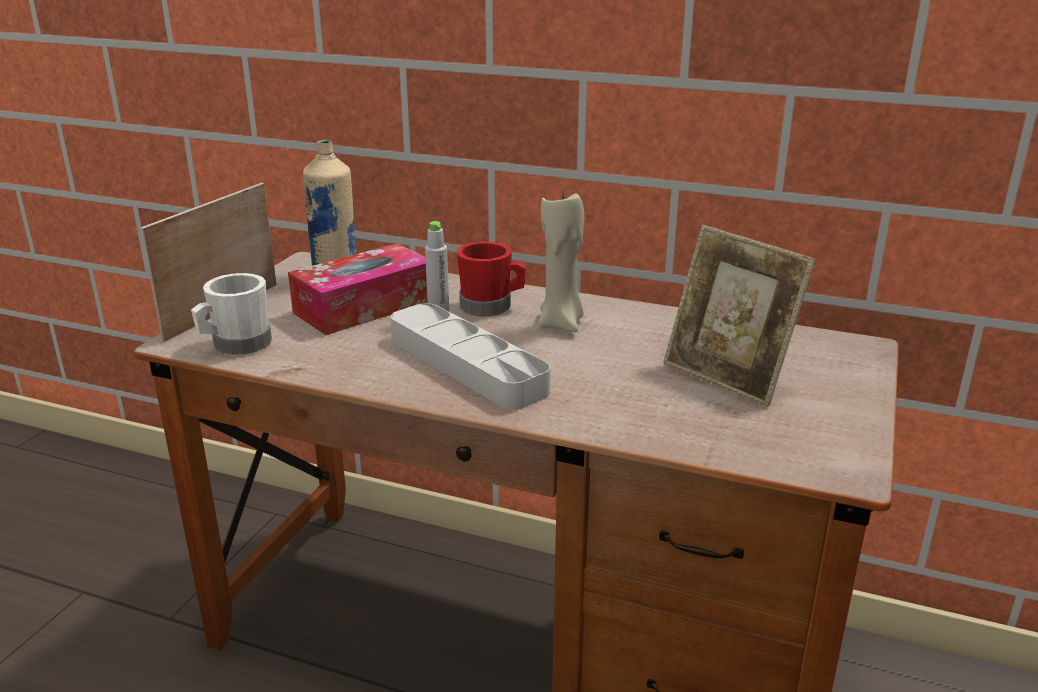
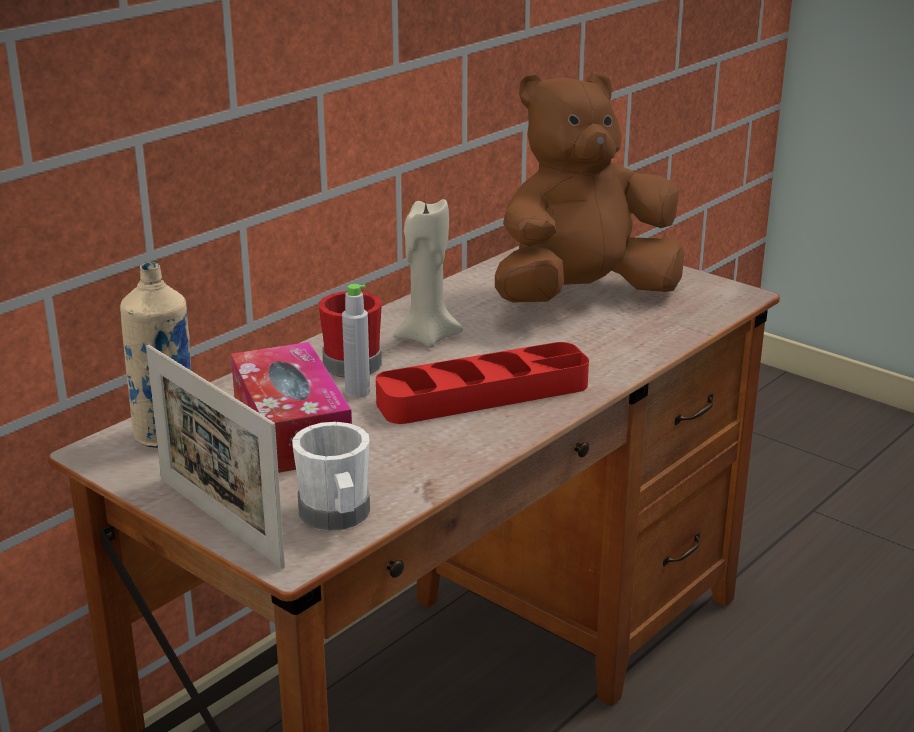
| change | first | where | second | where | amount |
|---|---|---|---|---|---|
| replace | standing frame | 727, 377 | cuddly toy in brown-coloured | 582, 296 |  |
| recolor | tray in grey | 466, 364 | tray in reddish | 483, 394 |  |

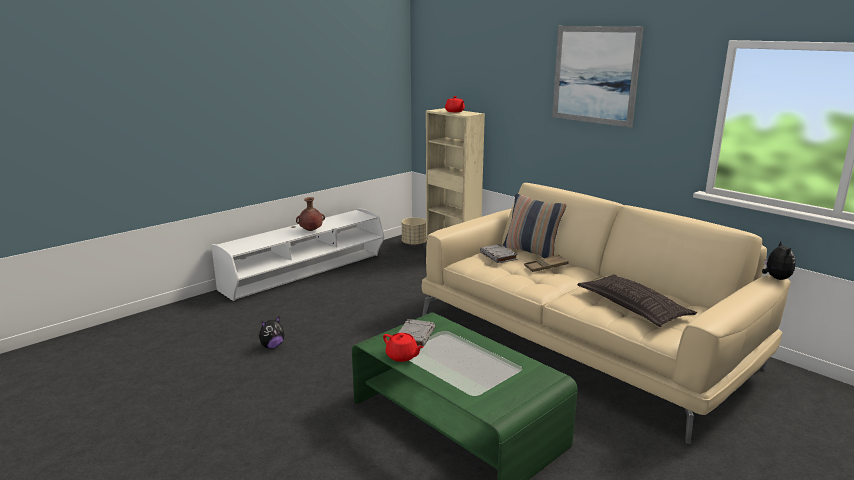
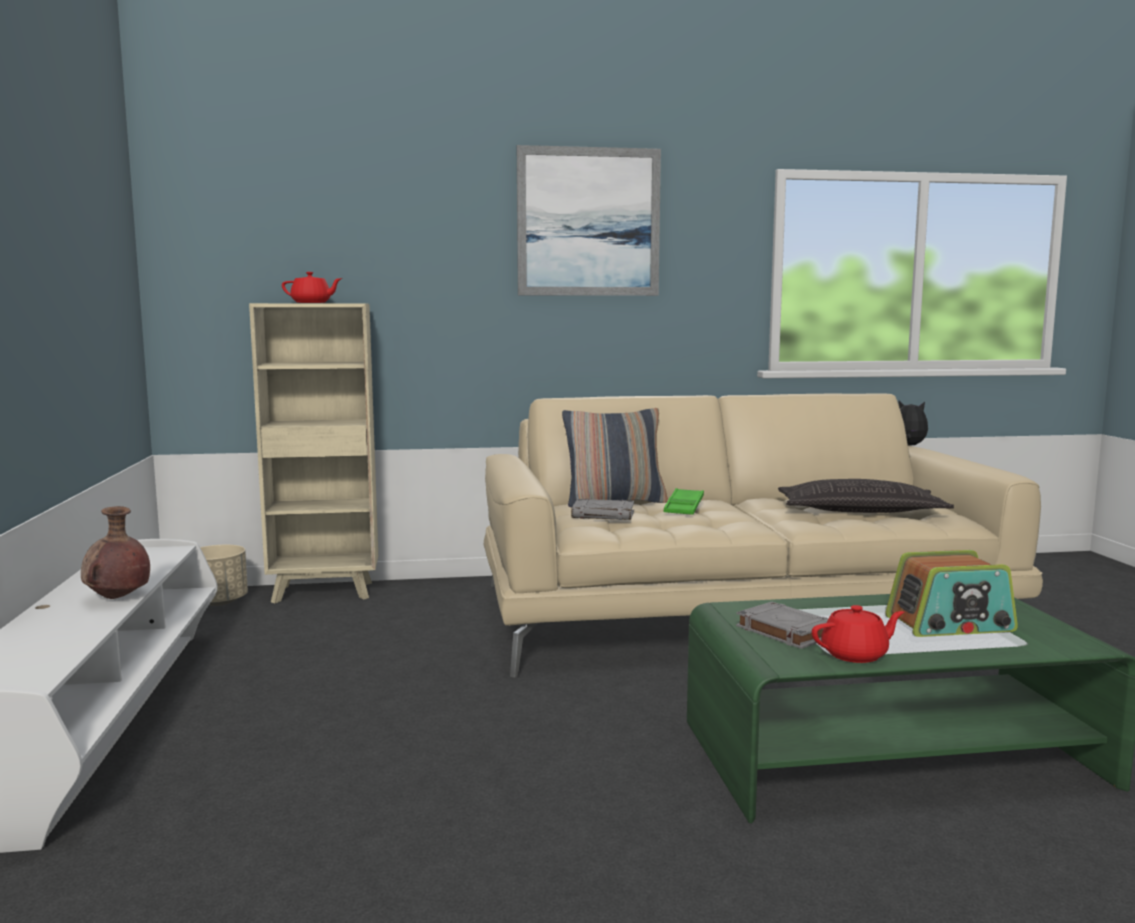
| change | first | where | second | where | amount |
|---|---|---|---|---|---|
| recolor | tray in brown-coloured | 546, 266 | tray in green | 684, 507 |  |
| delete | cuddly toy | 272, 346 |  |  |  |
| insert |  |  | radio set | 950, 624 |  |

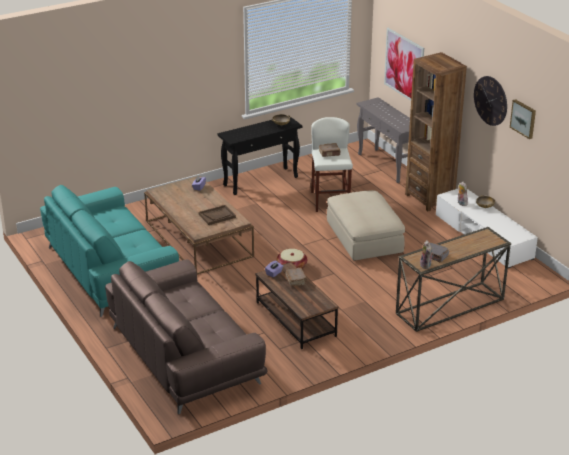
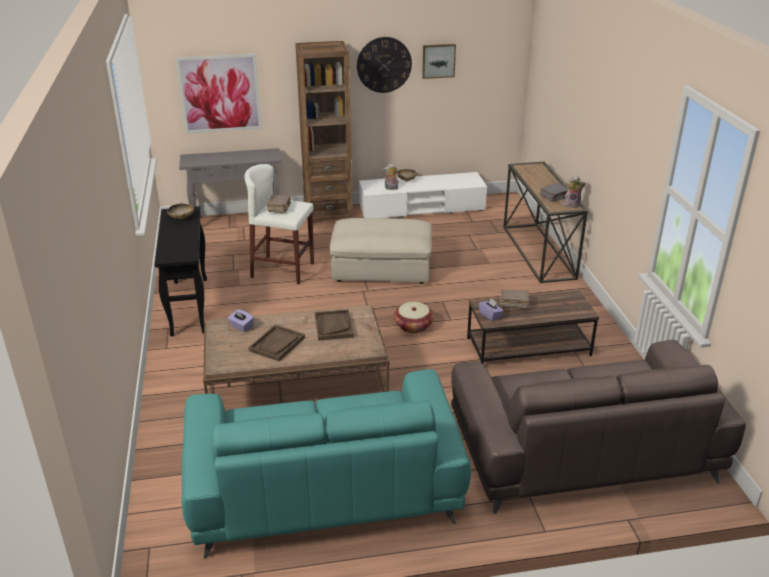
| change | first | where | second | where | amount |
|---|---|---|---|---|---|
| insert |  |  | tray in brown-coloured | 277, 344 |  |

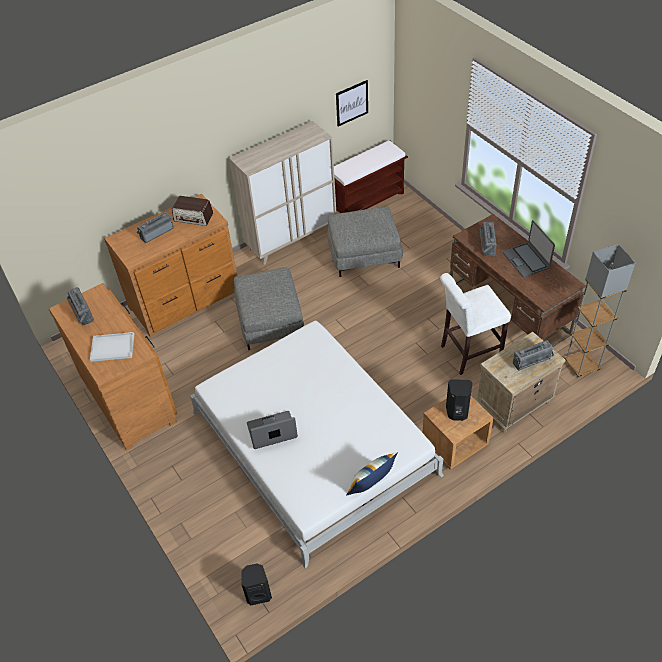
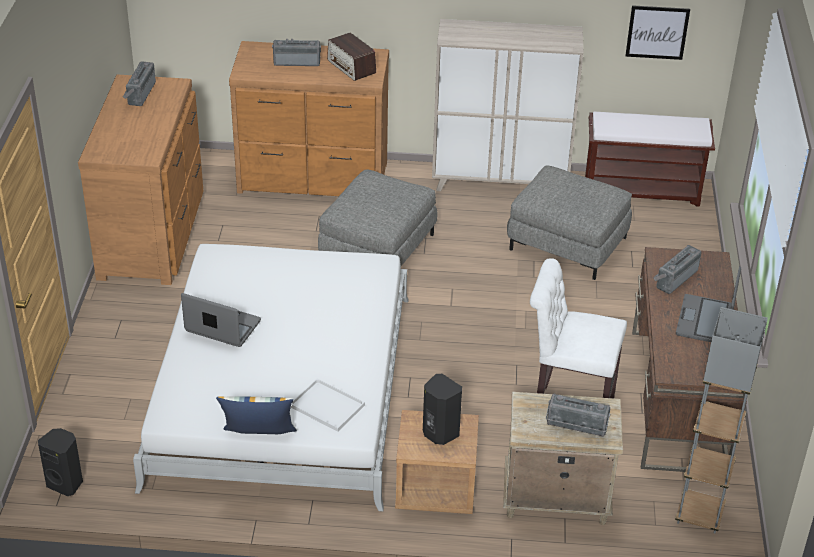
| change | first | where | second | where | amount |
|---|---|---|---|---|---|
| move | tray in white | 111, 348 |  | 325, 406 |  |

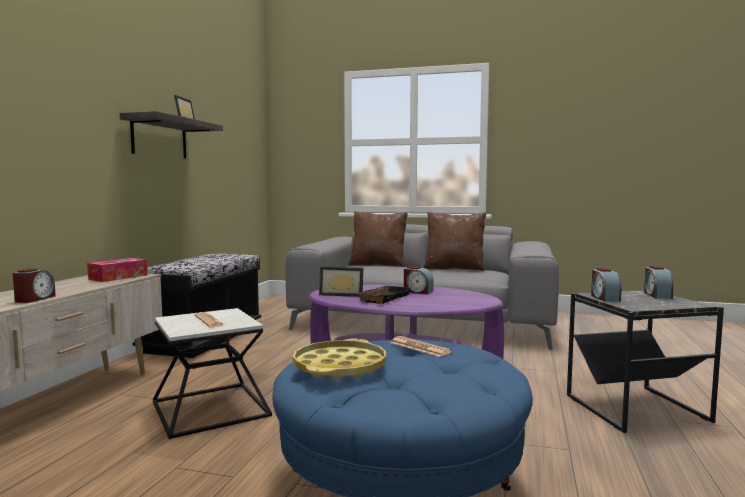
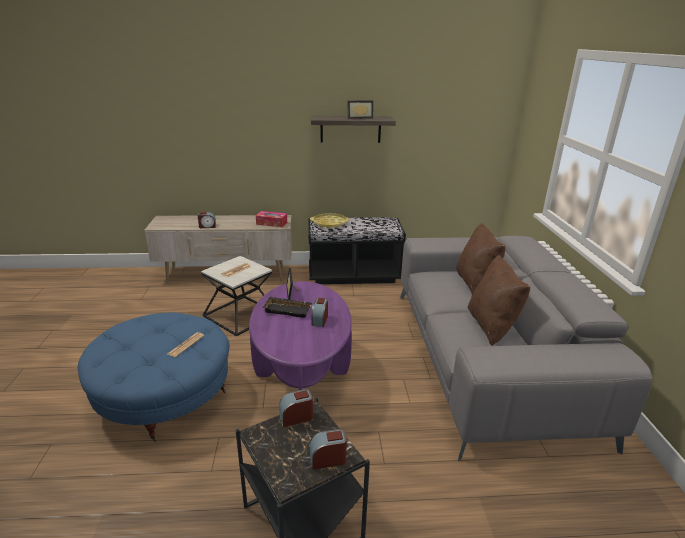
| change | first | where | second | where | amount |
|---|---|---|---|---|---|
| move | tray in yellow | 340, 367 |  | 329, 223 |  |

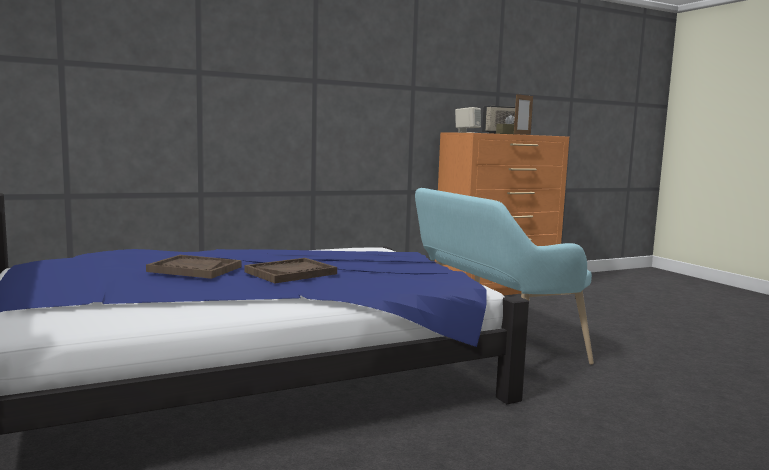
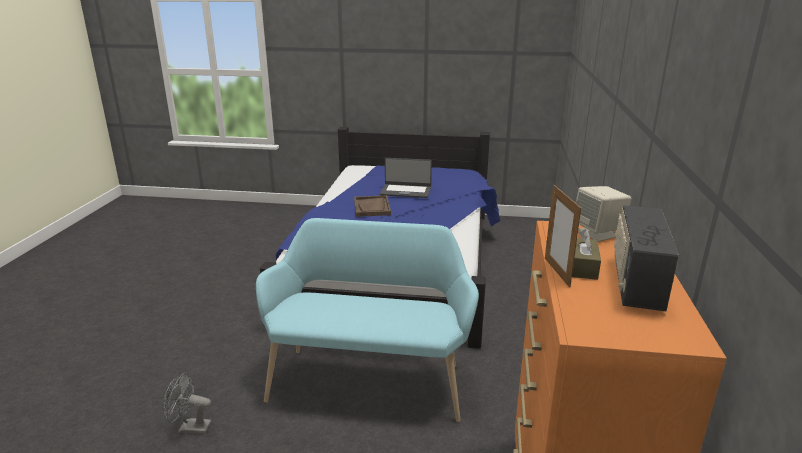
| change | first | where | second | where | amount |
|---|---|---|---|---|---|
| replace | tray in brown-coloured | 194, 269 | laptop | 406, 191 |  |
| insert |  |  | cooling fan in grey | 190, 428 |  |

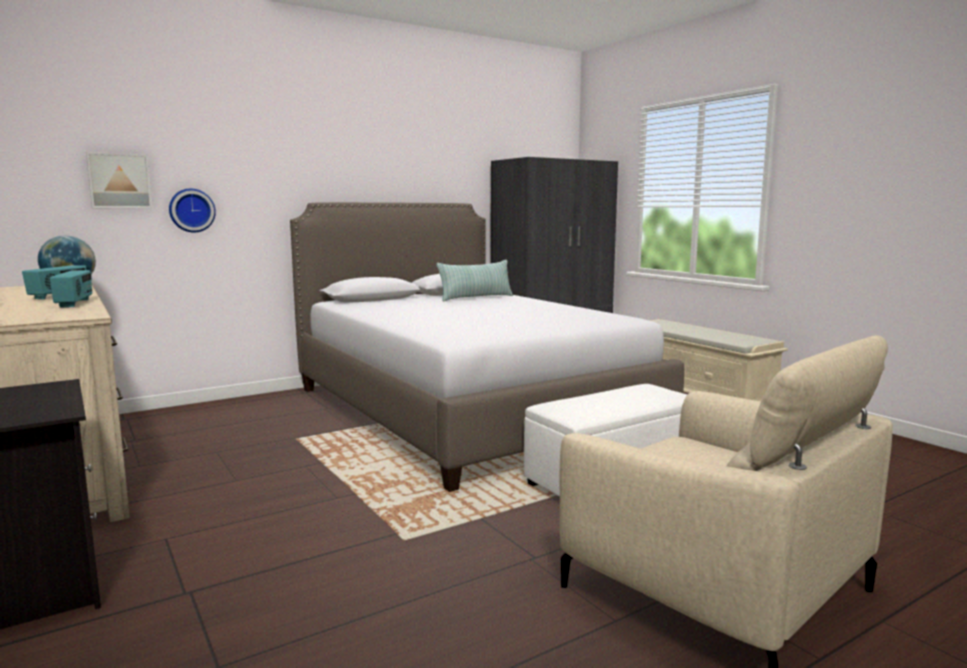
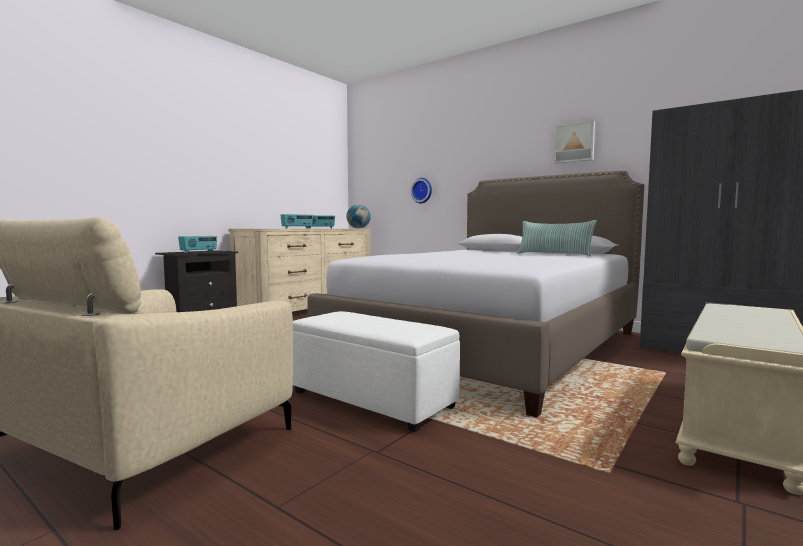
| change | first | where | second | where | amount |
|---|---|---|---|---|---|
| move | wall picture | 119, 181 |  | 574, 143 |  |
| insert |  |  | radio set | 199, 252 |  |

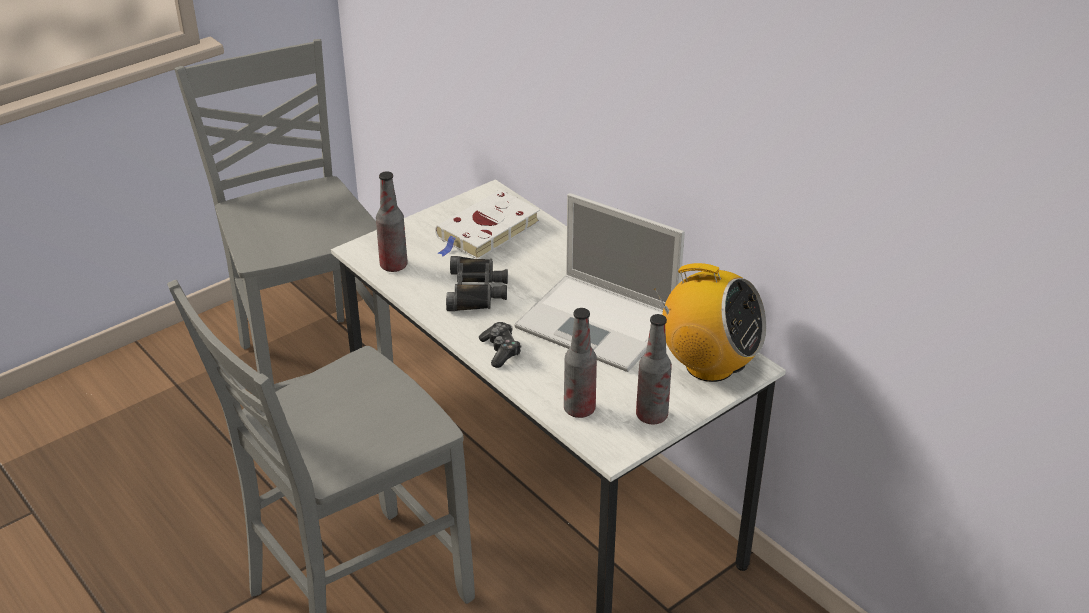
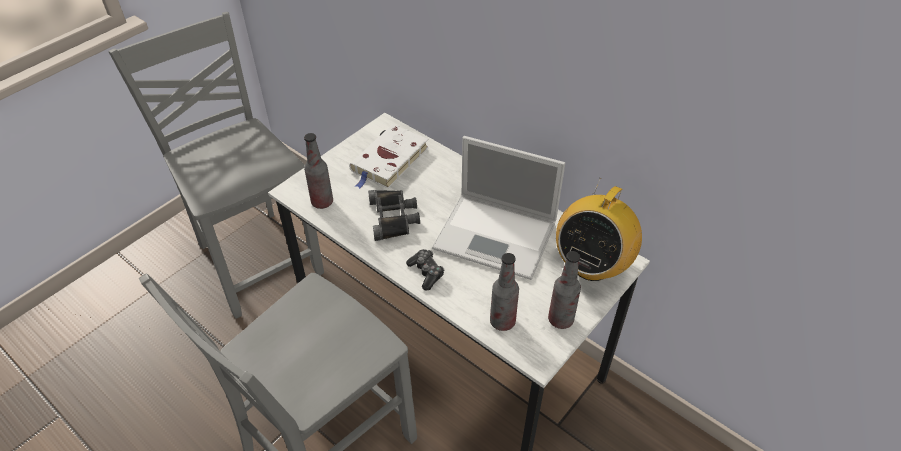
| change | first | where | second | where | amount |
|---|---|---|---|---|---|
| rotate | radio set | 708, 365 |  | 591, 265 | 105 degrees clockwise |

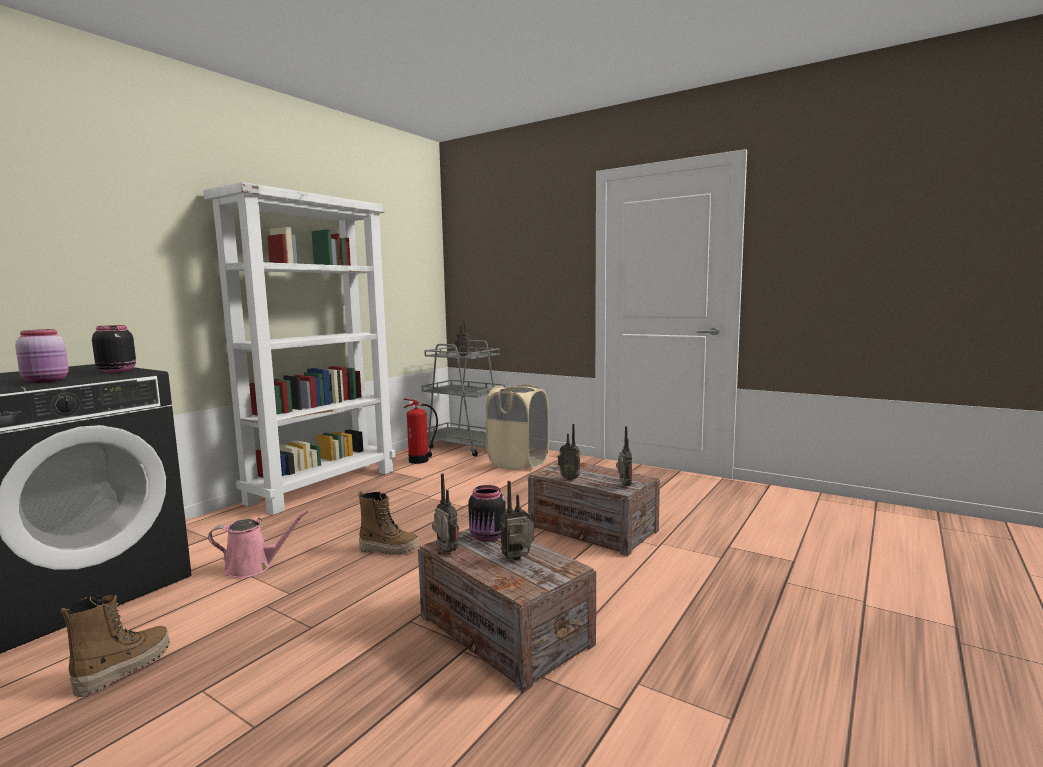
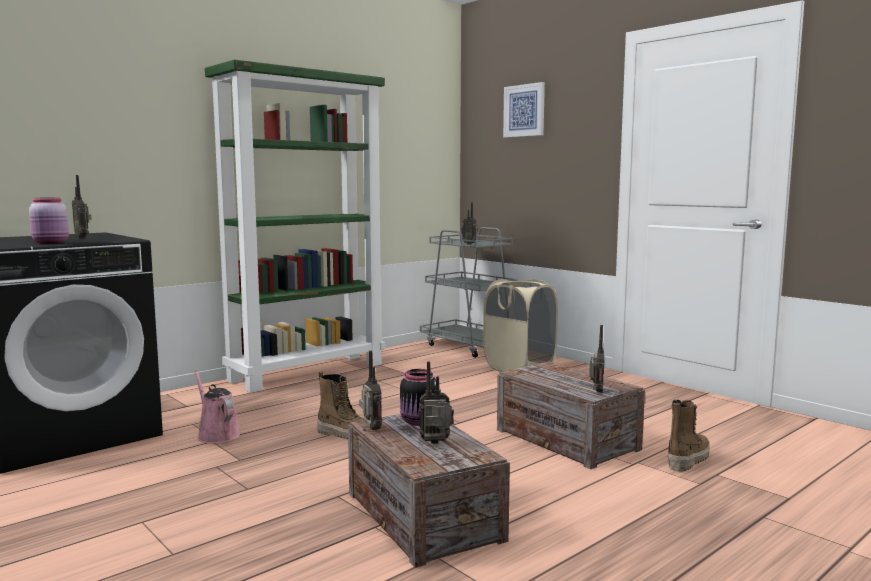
| change | first | where | second | where | amount |
|---|---|---|---|---|---|
| recolor | bookcase in white | 324, 486 | bookcase in green | 308, 372 |  |
| delete | preserve jar in black | 117, 371 |  |  |  |
| delete | fire-fighting cylinder | 420, 460 |  |  |  |
| move | radio set | 570, 478 |  | 83, 237 |  |
| rotate | sprinkling can in pink | 253, 567 |  | 217, 434 | 135 degrees counterclockwise |
| move | high-top boot | 124, 668 |  | 687, 460 |  |
| insert |  |  | wall picture | 524, 110 |  |

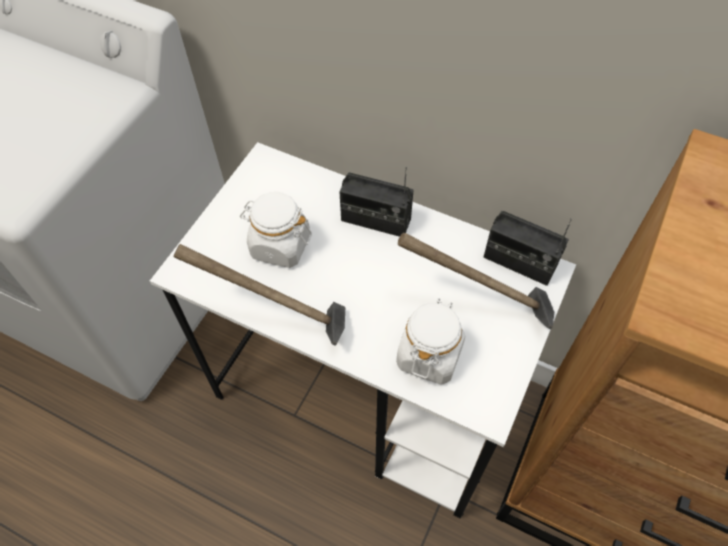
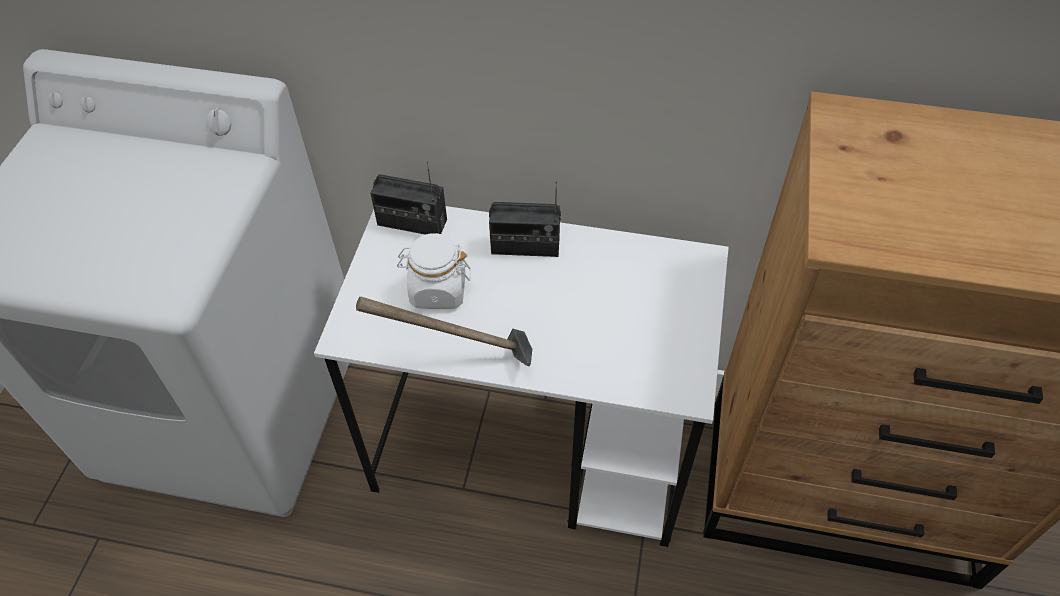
| change | first | where | second | where | amount |
|---|---|---|---|---|---|
| move | radio set | 519, 262 |  | 412, 222 |  |
| delete | hammer | 478, 308 |  |  |  |
| delete | preserve jar in white | 429, 355 |  |  |  |

